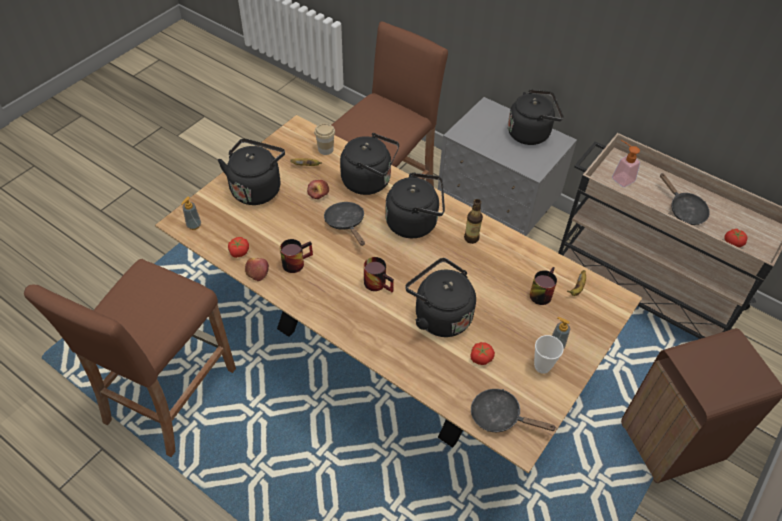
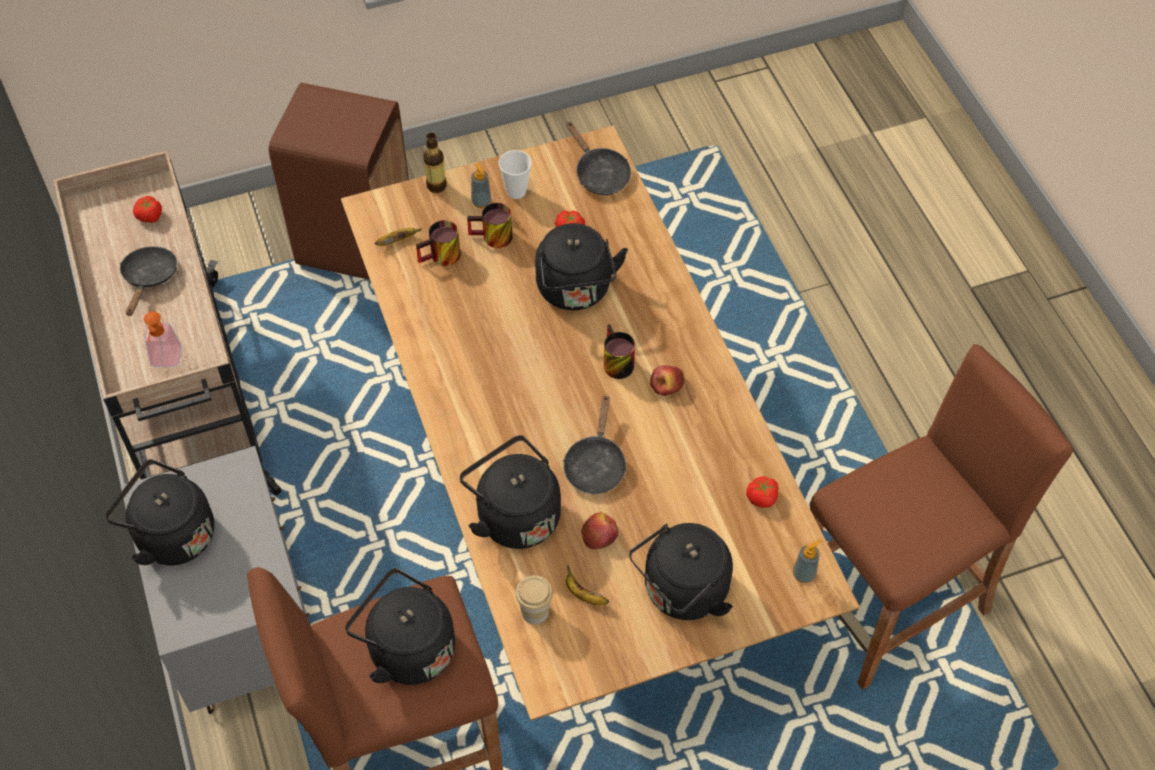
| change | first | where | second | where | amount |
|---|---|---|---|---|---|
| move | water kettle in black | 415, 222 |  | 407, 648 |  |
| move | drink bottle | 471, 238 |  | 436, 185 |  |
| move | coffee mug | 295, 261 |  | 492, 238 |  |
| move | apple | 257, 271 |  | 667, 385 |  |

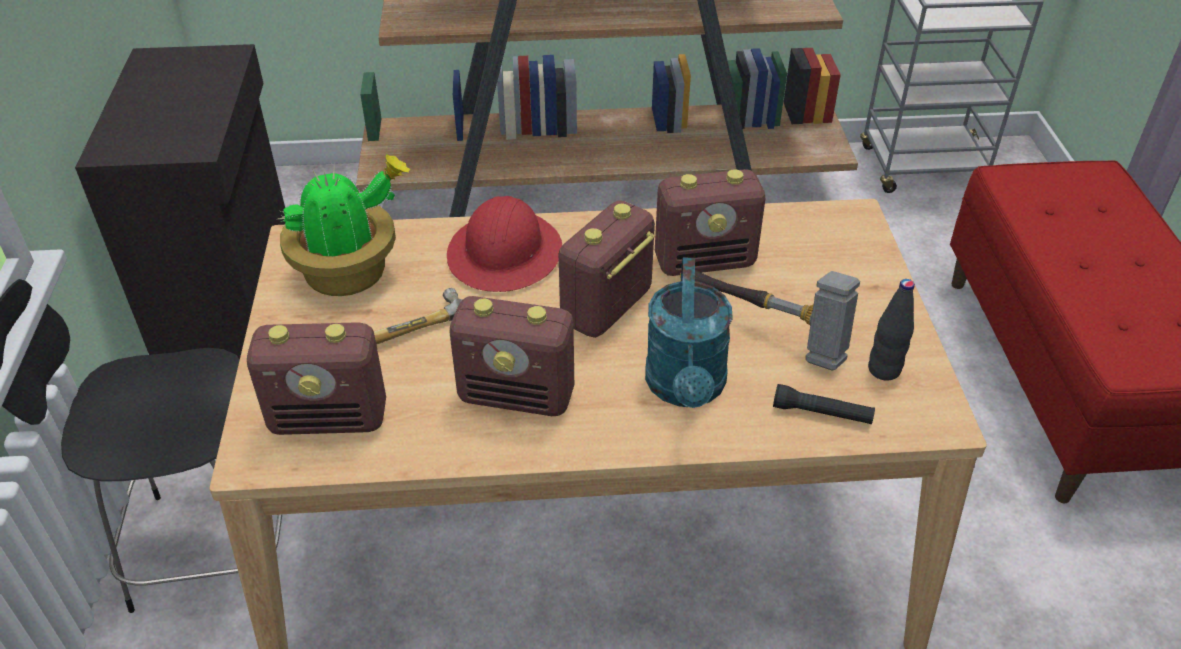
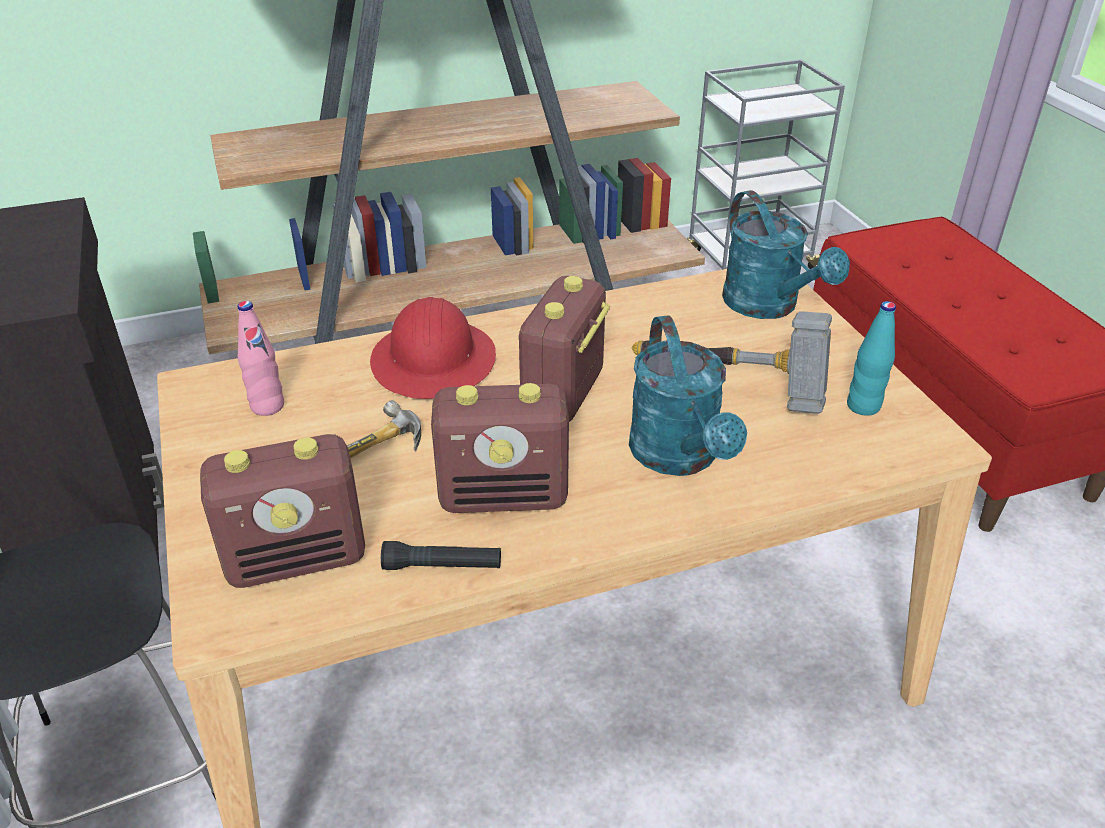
| change | first | where | second | where | amount |
|---|---|---|---|---|---|
| replace | potted plant | 350, 273 | drink bottle in pink | 267, 406 |  |
| delete | radio set | 705, 261 |  |  |  |
| recolor | drink bottle in black | 884, 370 | drink bottle in blue-green | 863, 406 |  |
| move | flashlight in black | 822, 413 |  | 442, 566 |  |
| insert |  |  | sprinkling can in blue-green | 769, 306 |  |

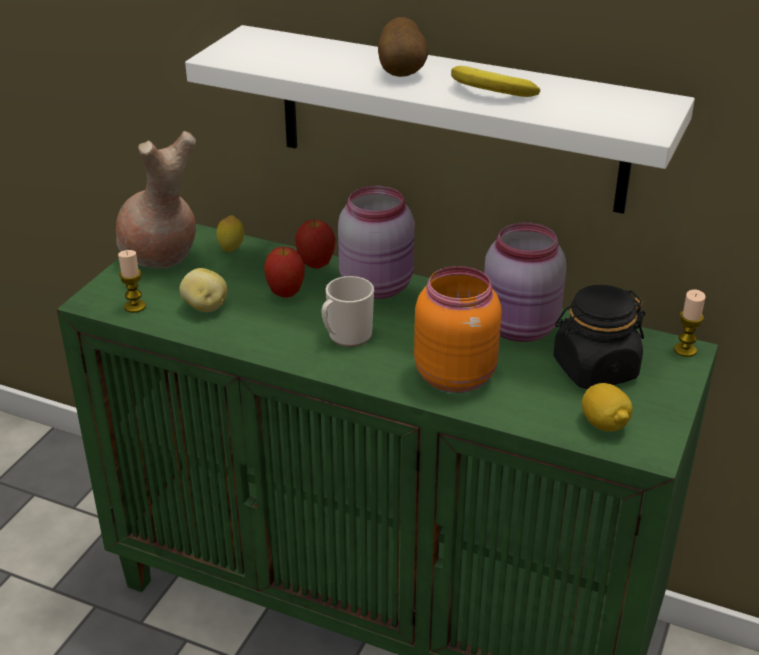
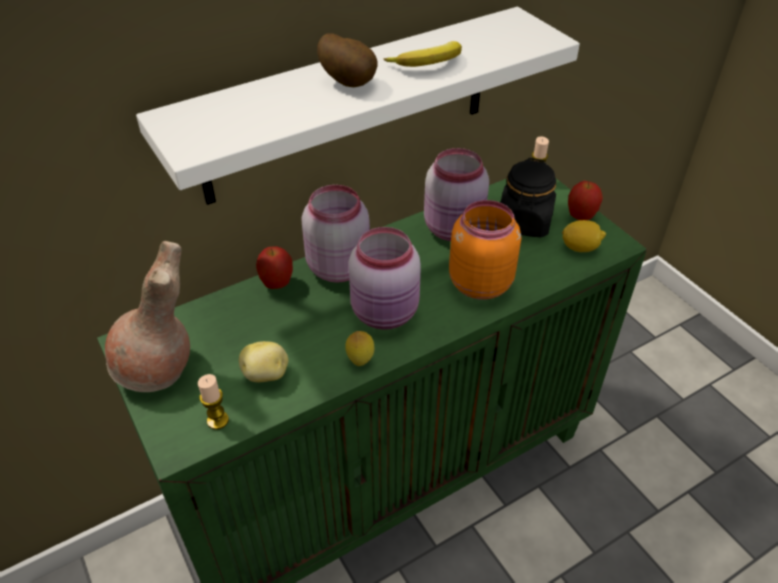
| change | first | where | second | where | amount |
|---|---|---|---|---|---|
| move | lemon | 231, 250 |  | 360, 361 |  |
| move | apple | 285, 294 |  | 580, 217 |  |
| replace | coffee mug | 346, 337 | preserve jar in pink | 386, 313 |  |

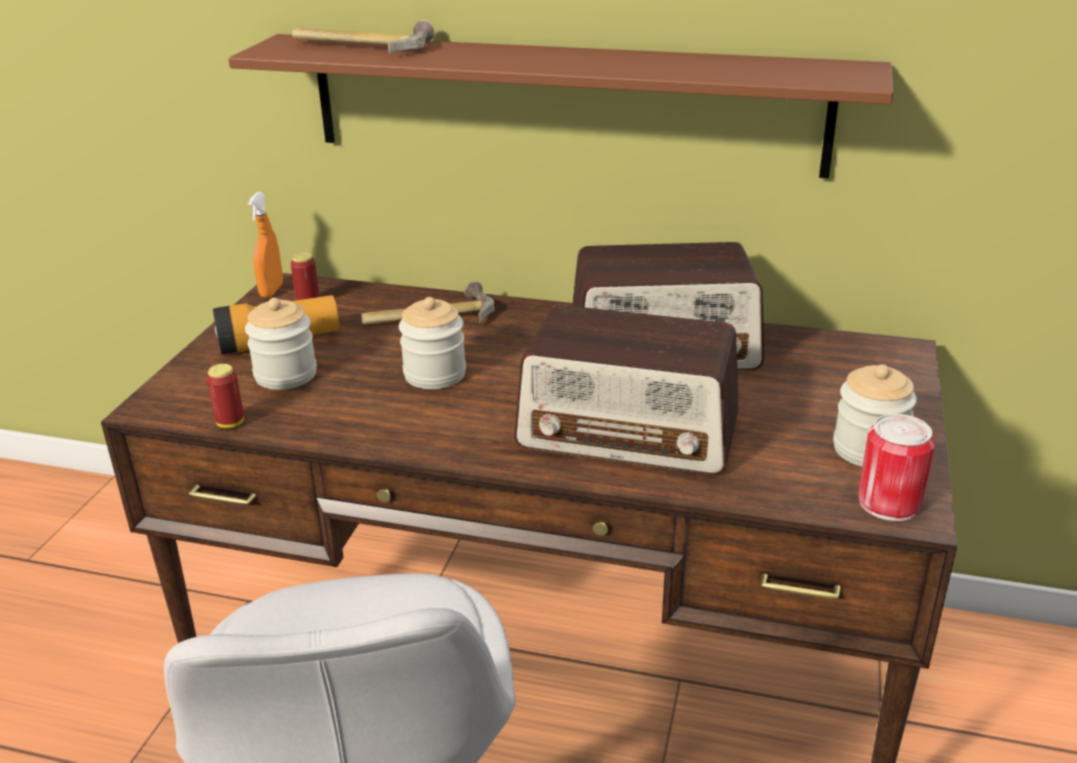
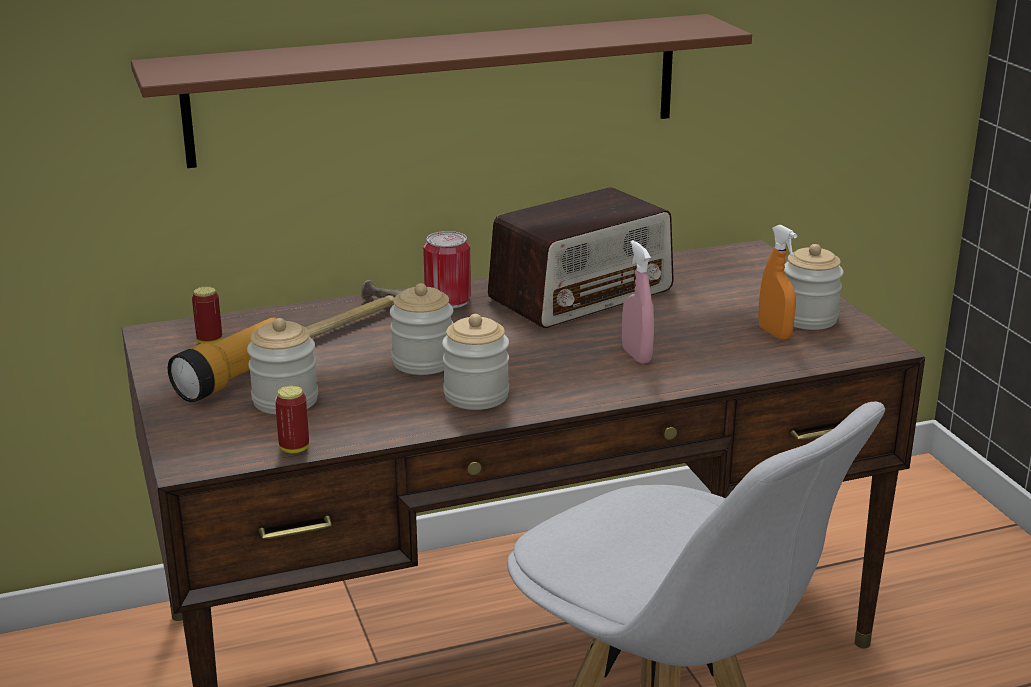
| change | first | where | second | where | amount |
|---|---|---|---|---|---|
| delete | hammer | 362, 46 |  |  |  |
| move | sprayer in orangey | 271, 291 |  | 774, 333 |  |
| replace | radio set | 629, 432 | sprayer in pink | 636, 355 |  |
| move | metal can | 889, 502 |  | 448, 299 |  |
| insert |  |  | preserve jar | 476, 395 |  |

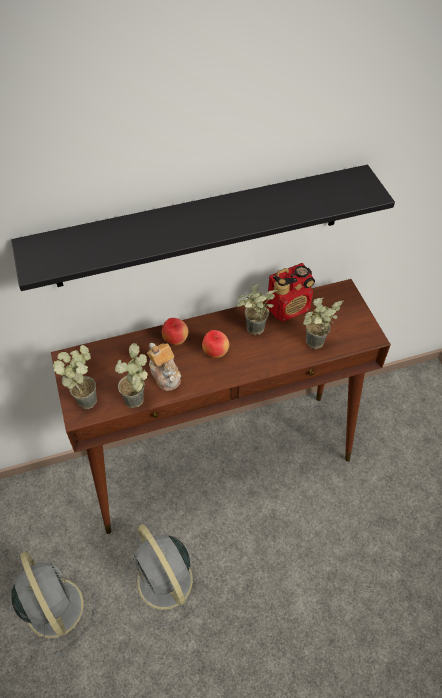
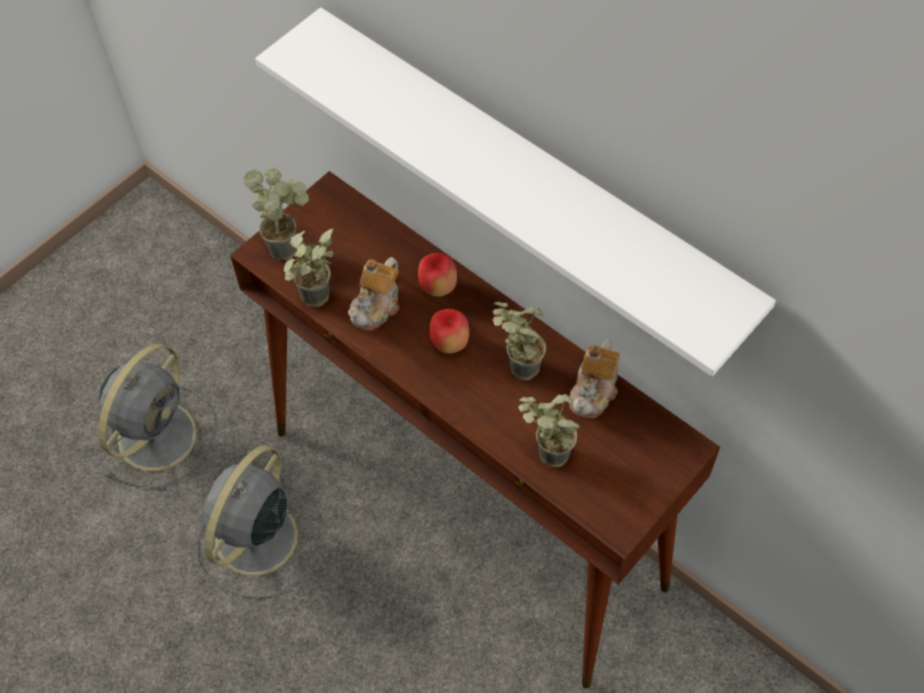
| change | first | where | second | where | amount |
|---|---|---|---|---|---|
| recolor | shelf in black | 199, 227 | shelf in white | 528, 178 |  |
| replace | radio set | 289, 308 | tea pot | 594, 391 |  |

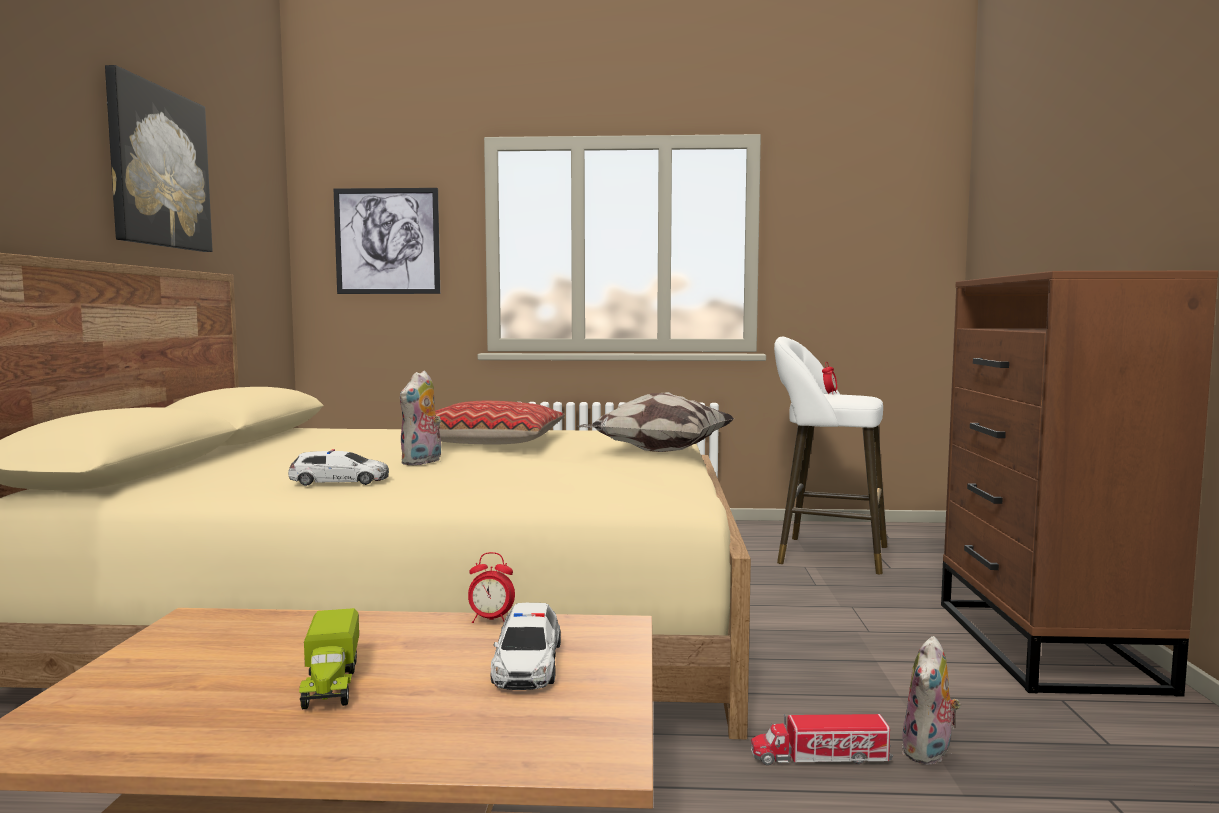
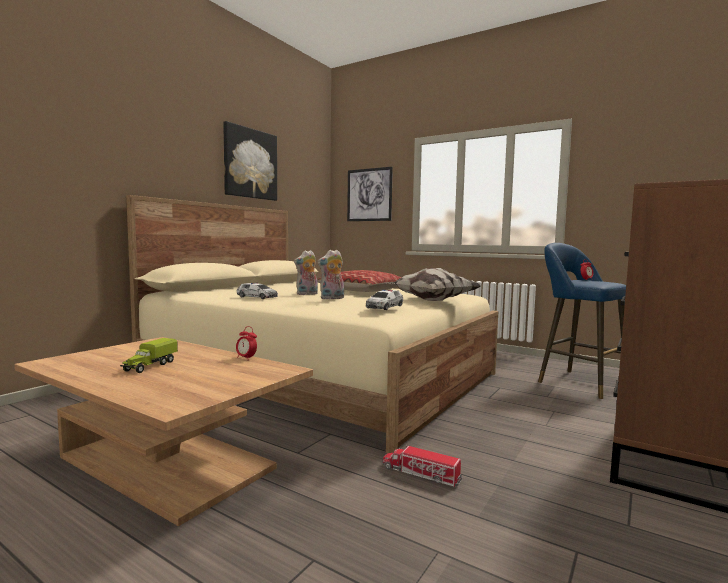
| change | first | where | second | where | amount |
|---|---|---|---|---|---|
| recolor | stool in white | 825, 554 | stool in blue | 578, 382 |  |
| move | model car | 527, 663 |  | 384, 307 |  |
| move | cuddly toy | 929, 753 |  | 332, 298 |  |

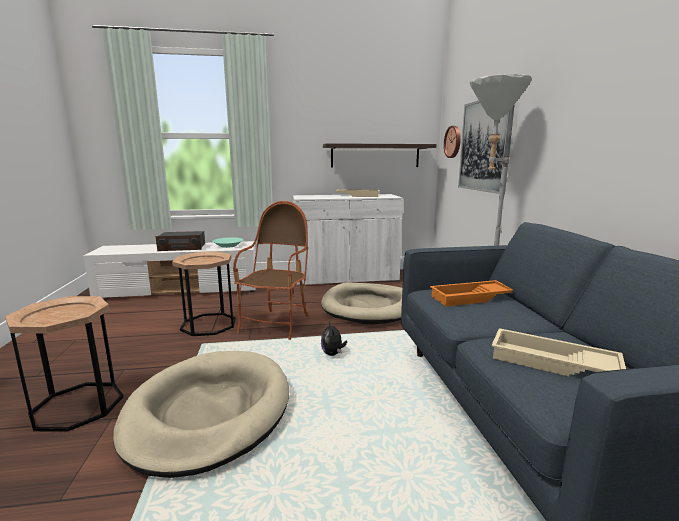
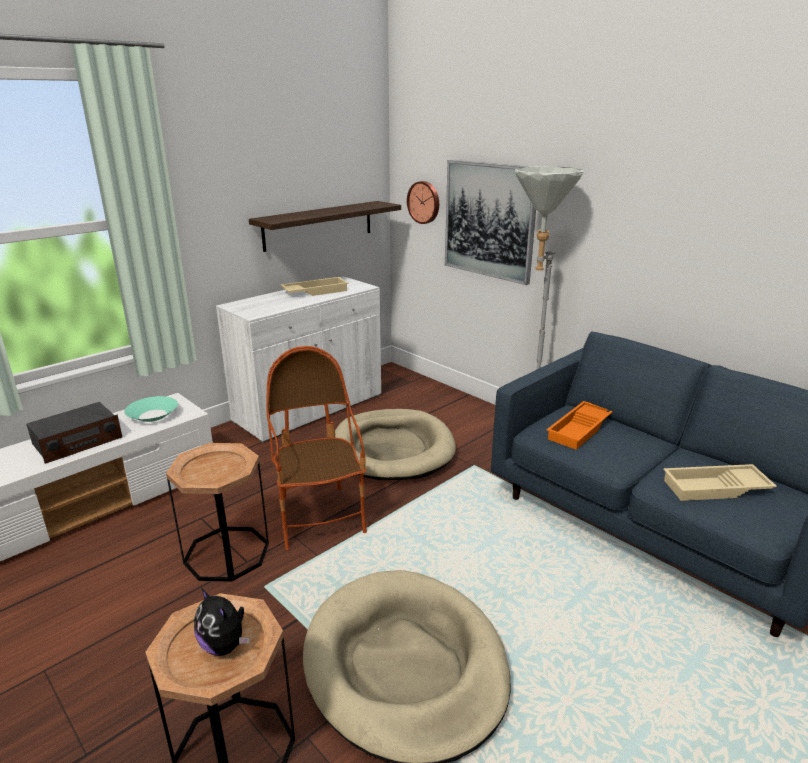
| change | first | where | second | where | amount |
|---|---|---|---|---|---|
| move | cuddly toy | 333, 354 |  | 224, 645 |  |

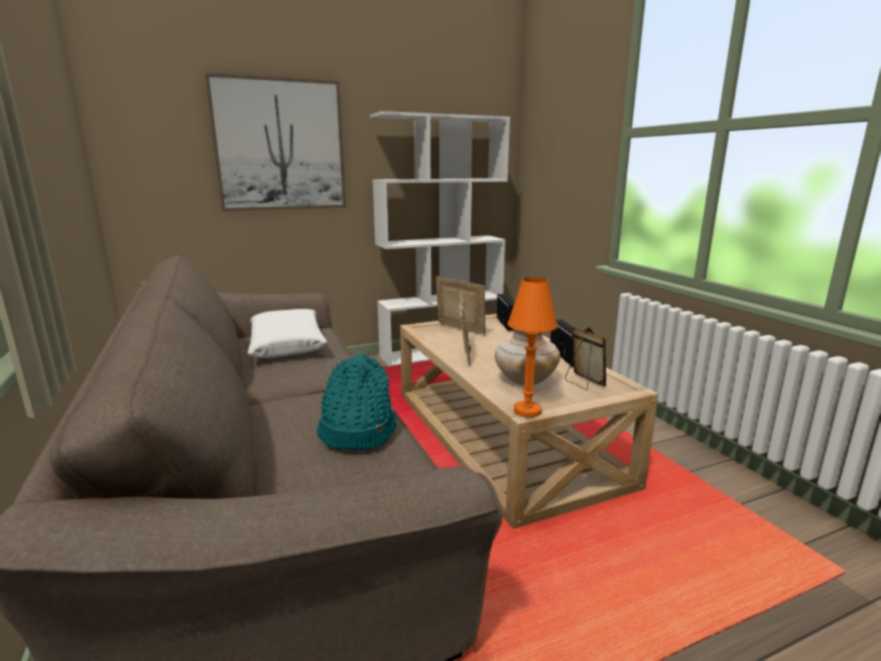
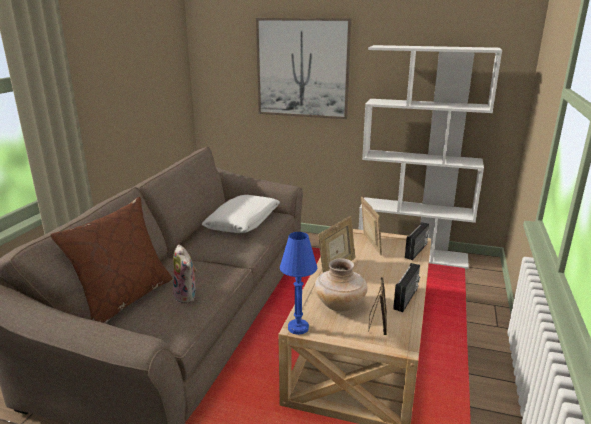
| change | first | where | second | where | amount |
|---|---|---|---|---|---|
| recolor | lamp for a table in orangey | 527, 411 | lamp for a table in blue | 298, 328 |  |
| replace | clothing hat in blue-green | 356, 430 | cuddly toy | 187, 296 |  |
| insert |  |  | cushion in brown-coloured | 124, 299 |  |

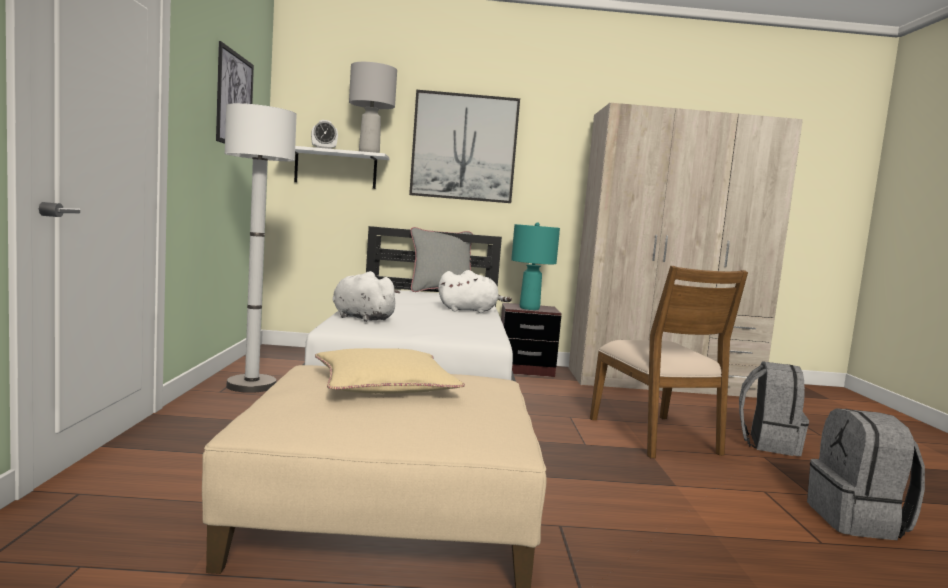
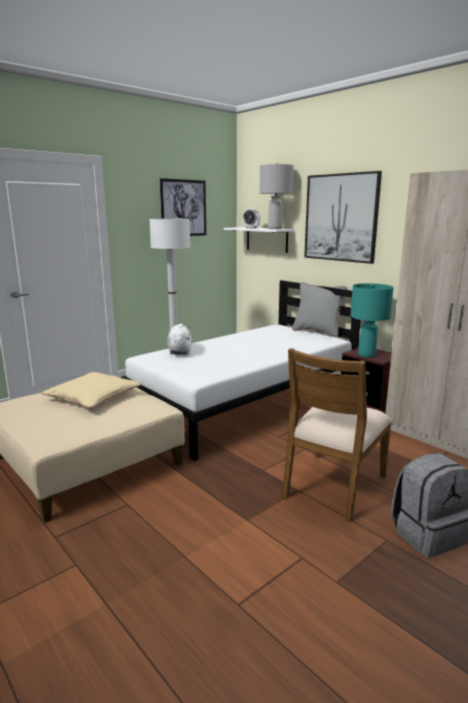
| change | first | where | second | where | amount |
|---|---|---|---|---|---|
| delete | cuddly toy in white | 470, 311 |  |  |  |
| delete | rucksack in grey | 858, 521 |  |  |  |

